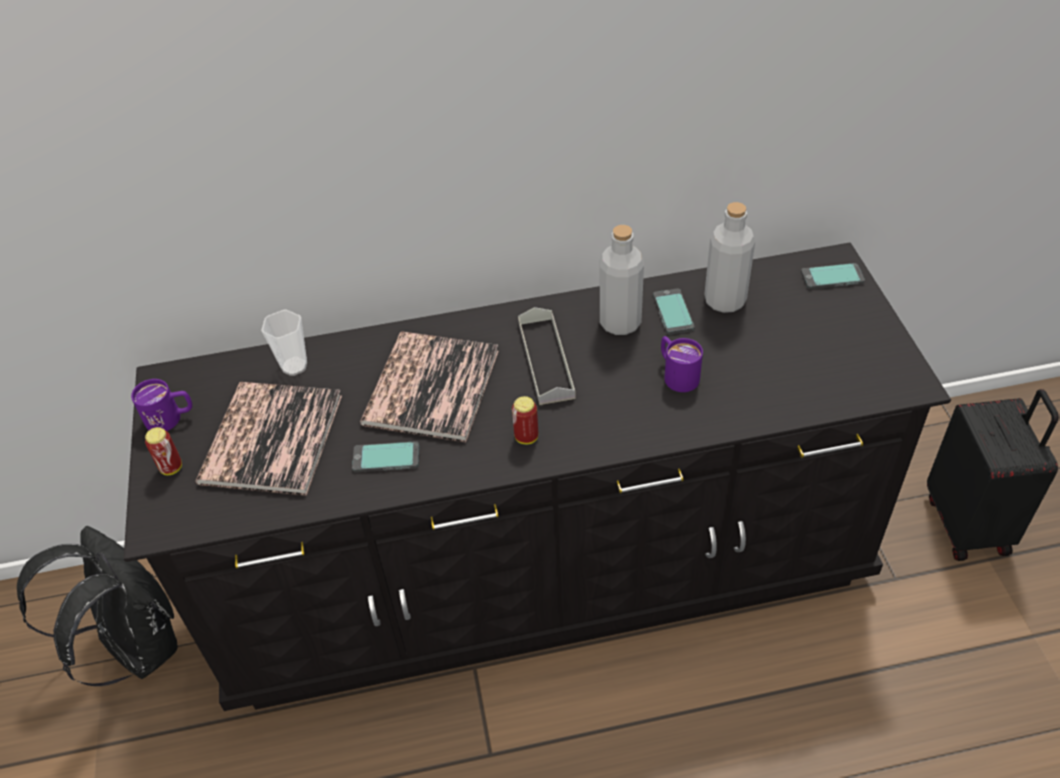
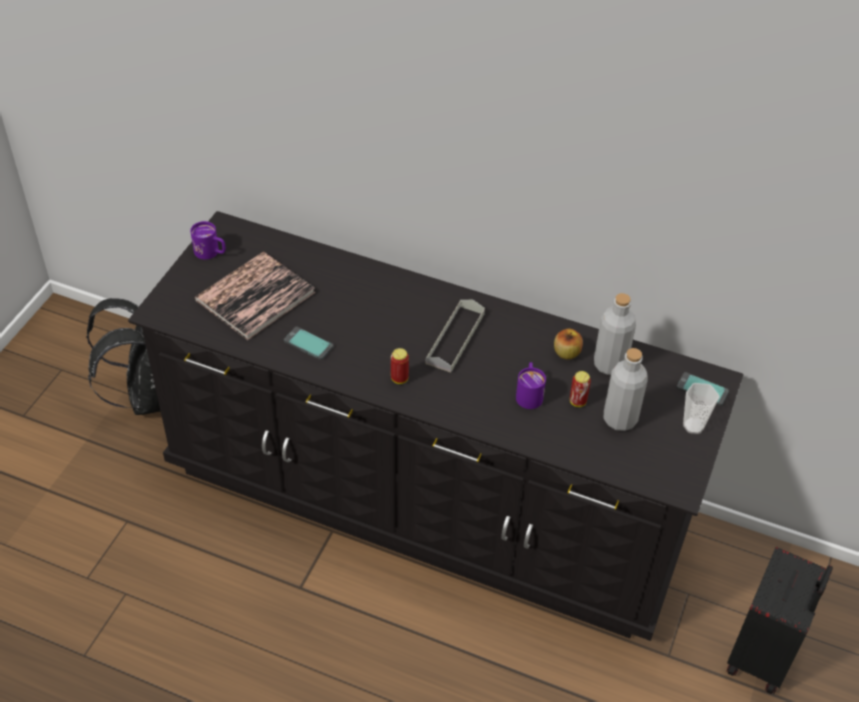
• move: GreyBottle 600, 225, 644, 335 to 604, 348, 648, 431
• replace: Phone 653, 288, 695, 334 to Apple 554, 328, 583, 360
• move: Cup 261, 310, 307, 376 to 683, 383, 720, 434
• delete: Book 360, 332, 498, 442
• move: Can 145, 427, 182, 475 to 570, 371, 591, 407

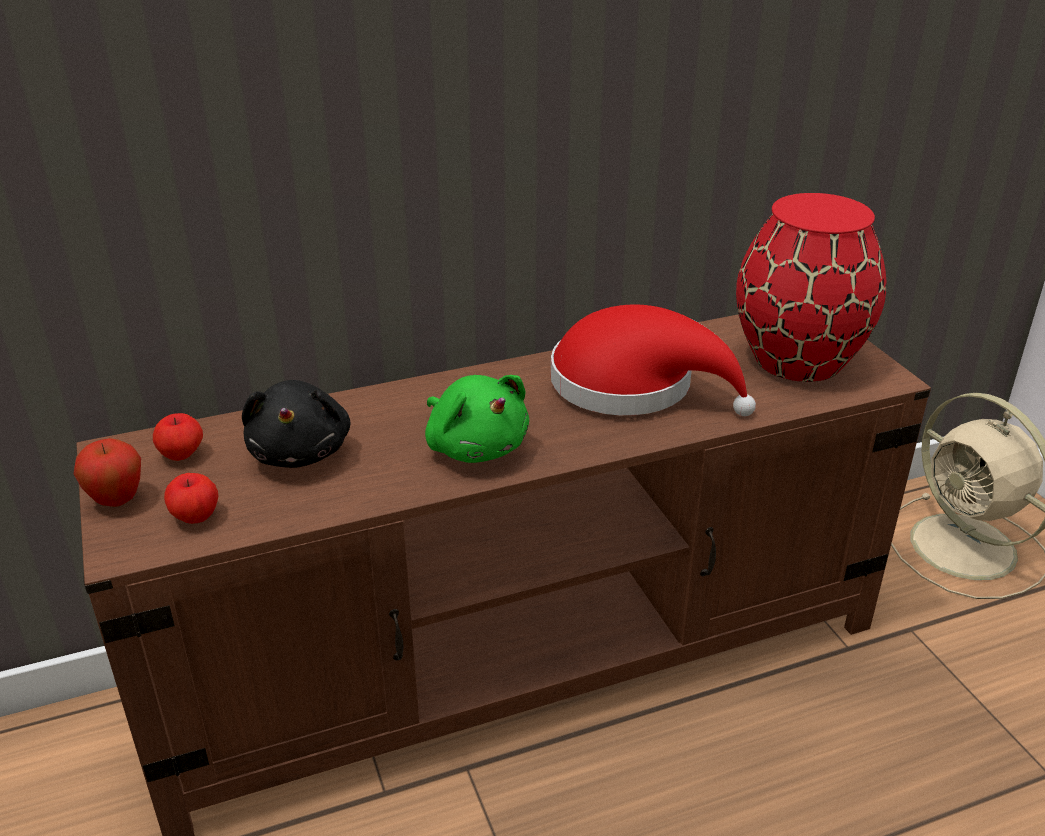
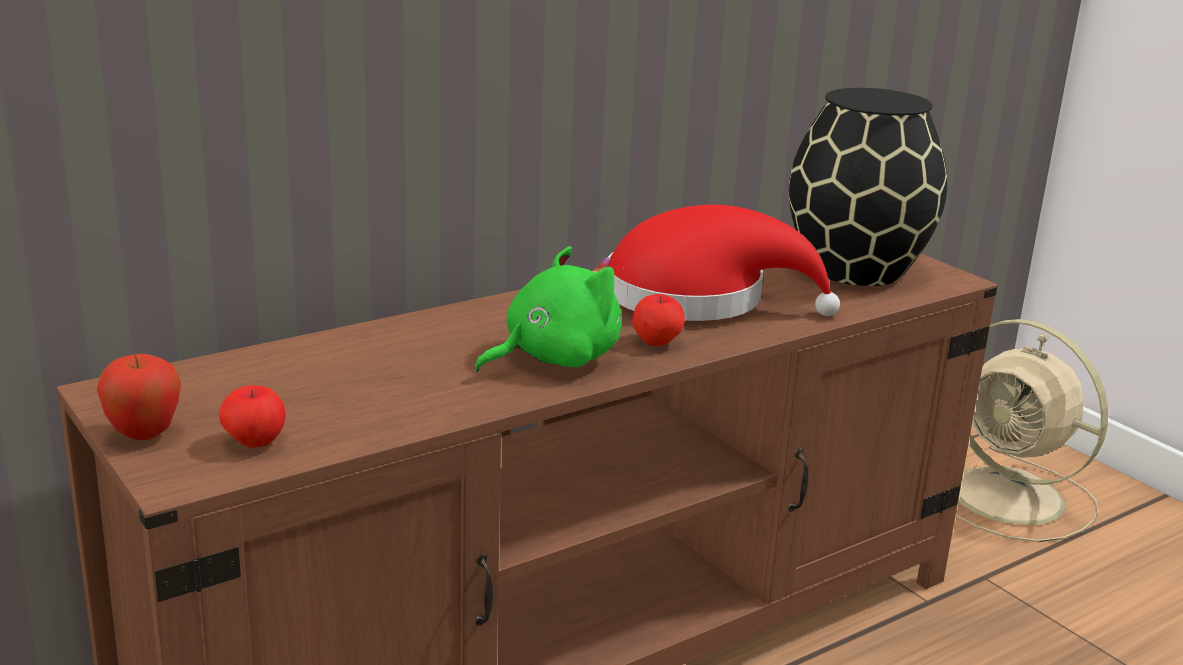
• recolor: RedVase 736, 193, 886, 382 to BlackVase 788, 88, 947, 286
• rotate: GreenPlushToy 425, 375, 529, 463 = 475, 246, 622, 372 75 degrees counterclockwise
• delete: BlackPlushToy 242, 380, 351, 468
• move: Apple 153, 413, 203, 461 to 632, 294, 685, 346

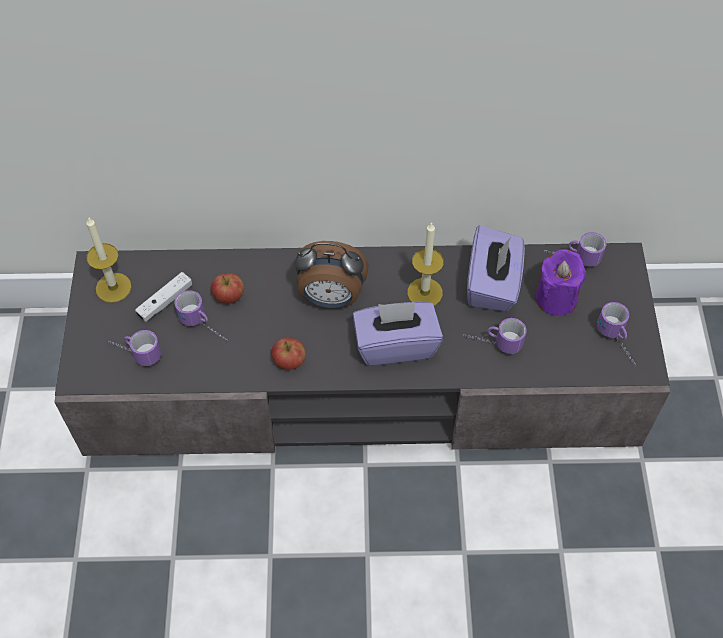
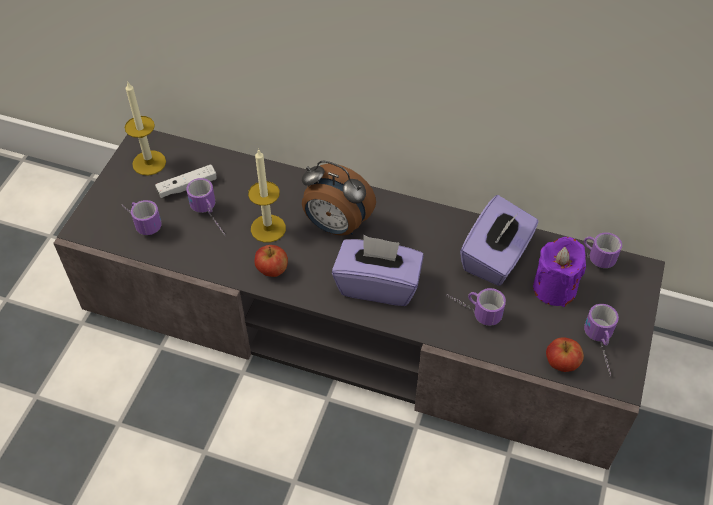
• move: Candle 407, 222, 444, 306 to 248, 148, 286, 243
• move: Apple 211, 273, 244, 303 to 546, 337, 584, 372

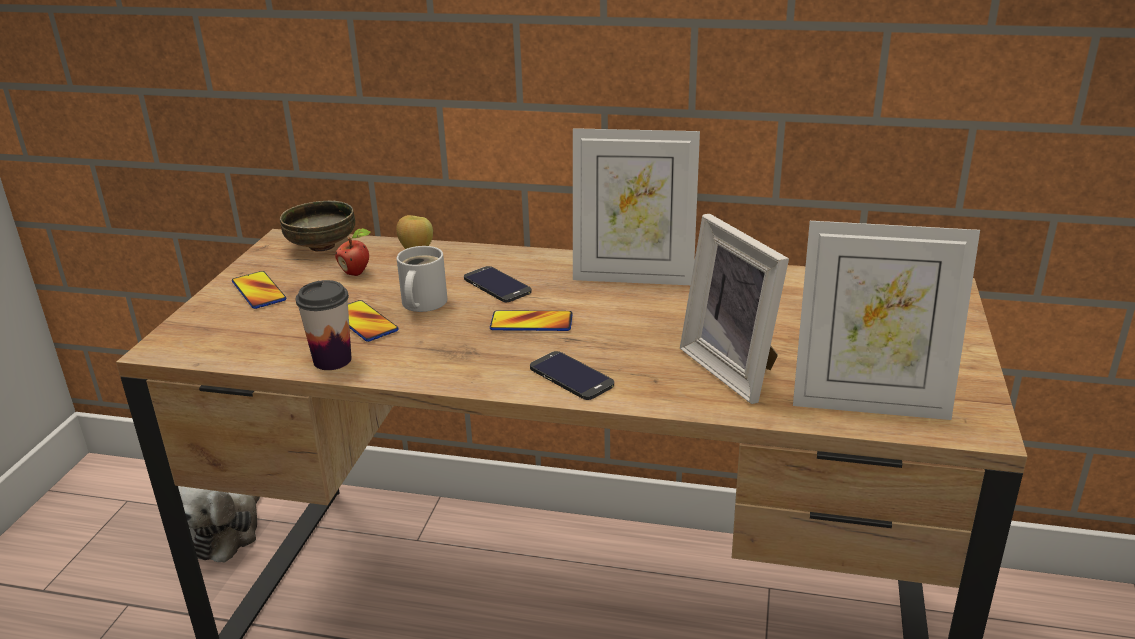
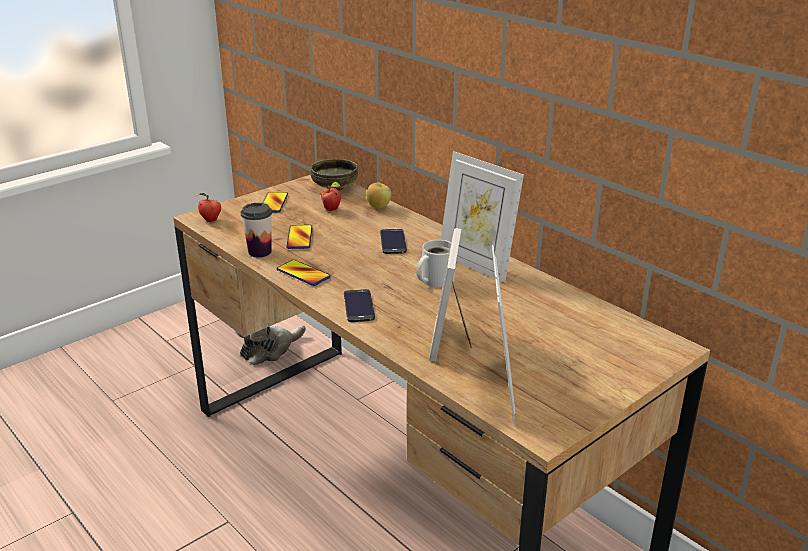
• rotate: PictureFrame 793, 221, 980, 420 = 492, 245, 515, 426 135 degrees counterclockwise
• move: WhiteMug 397, 246, 447, 312 to 416, 240, 455, 287
• move: Phone 490, 310, 573, 331 to 277, 260, 331, 286
• insert: Apple 196, 193, 221, 222

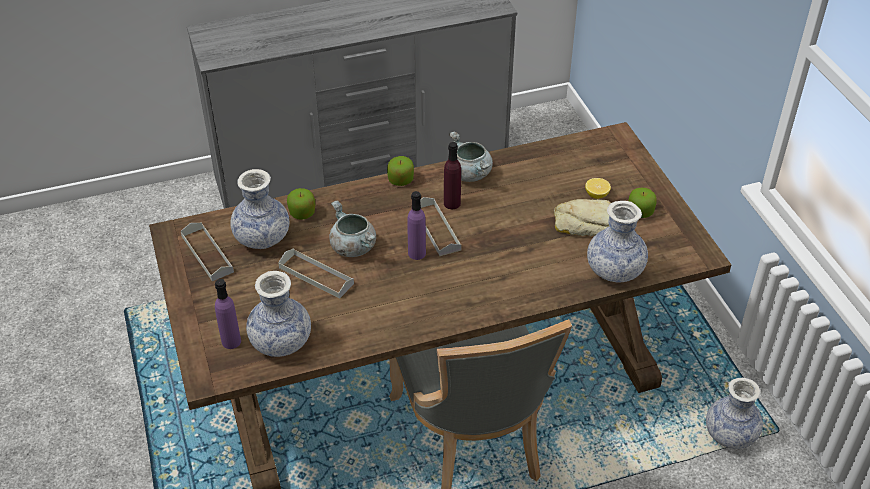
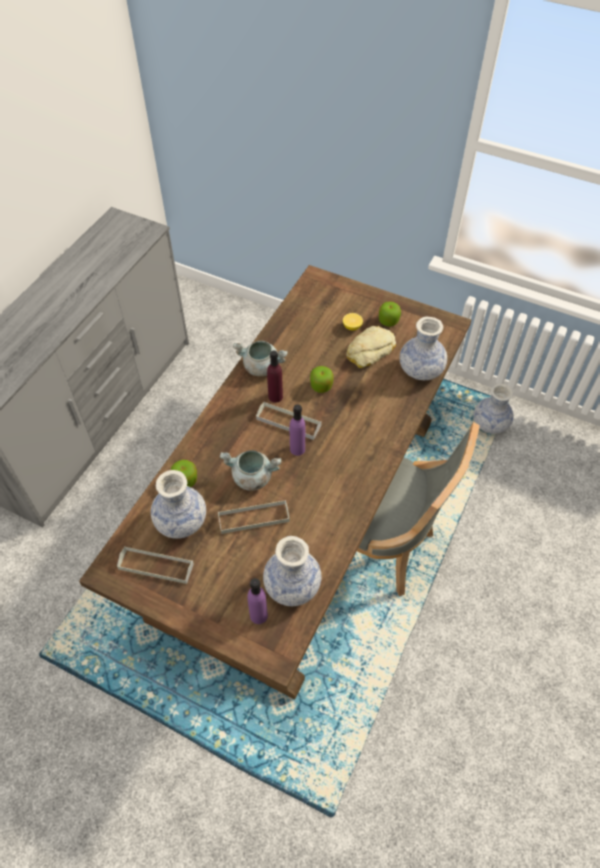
• move: Apple 387, 156, 414, 186 to 310, 366, 334, 393

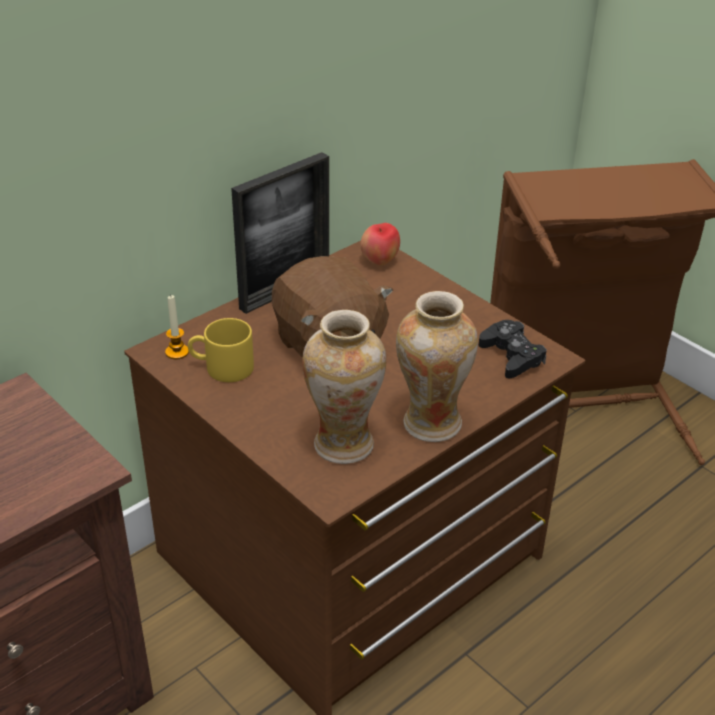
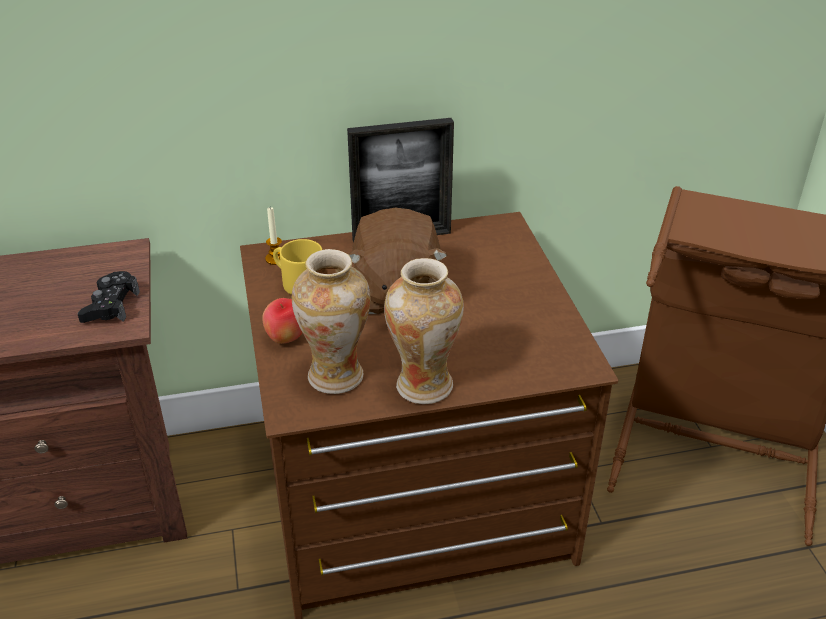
• move: Apple 360, 223, 400, 265 to 262, 298, 303, 344
• move: BlackGameController 479, 320, 547, 378 to 77, 271, 140, 323

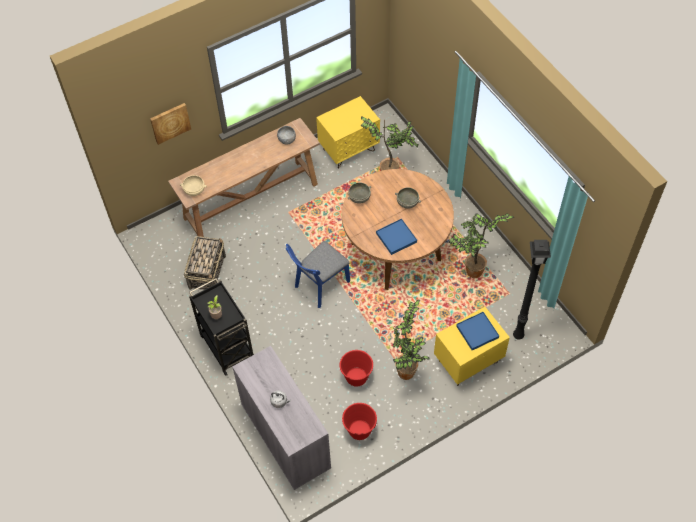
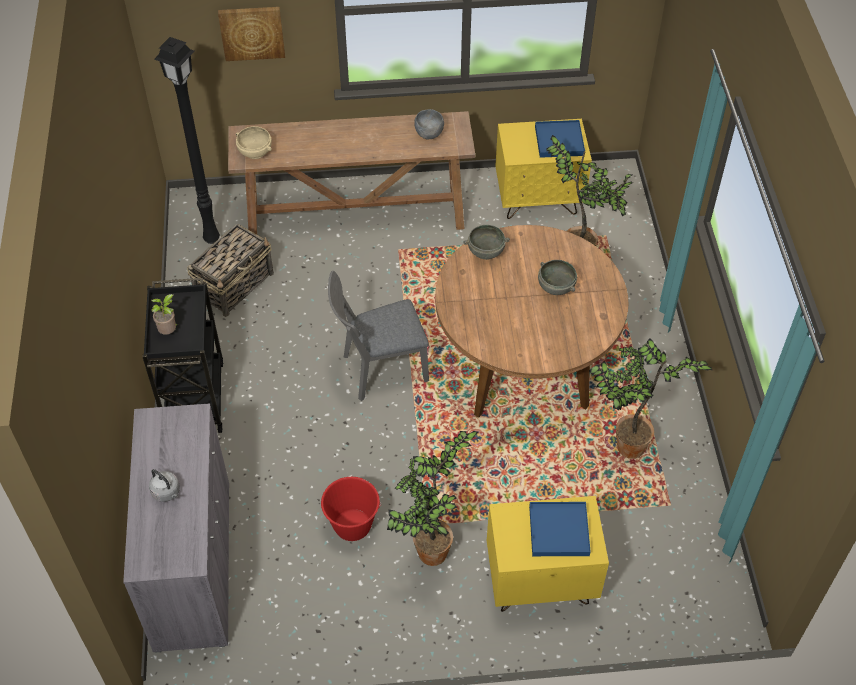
• move: BlueTray 376, 219, 417, 255 to 535, 120, 585, 158
• move: BlackFloorLamp 513, 240, 551, 340 to 154, 37, 220, 244
• recolor: BlueChair 286, 241, 350, 308 to GreyChair 328, 271, 429, 401
• delete: RedBucket 342, 403, 378, 440

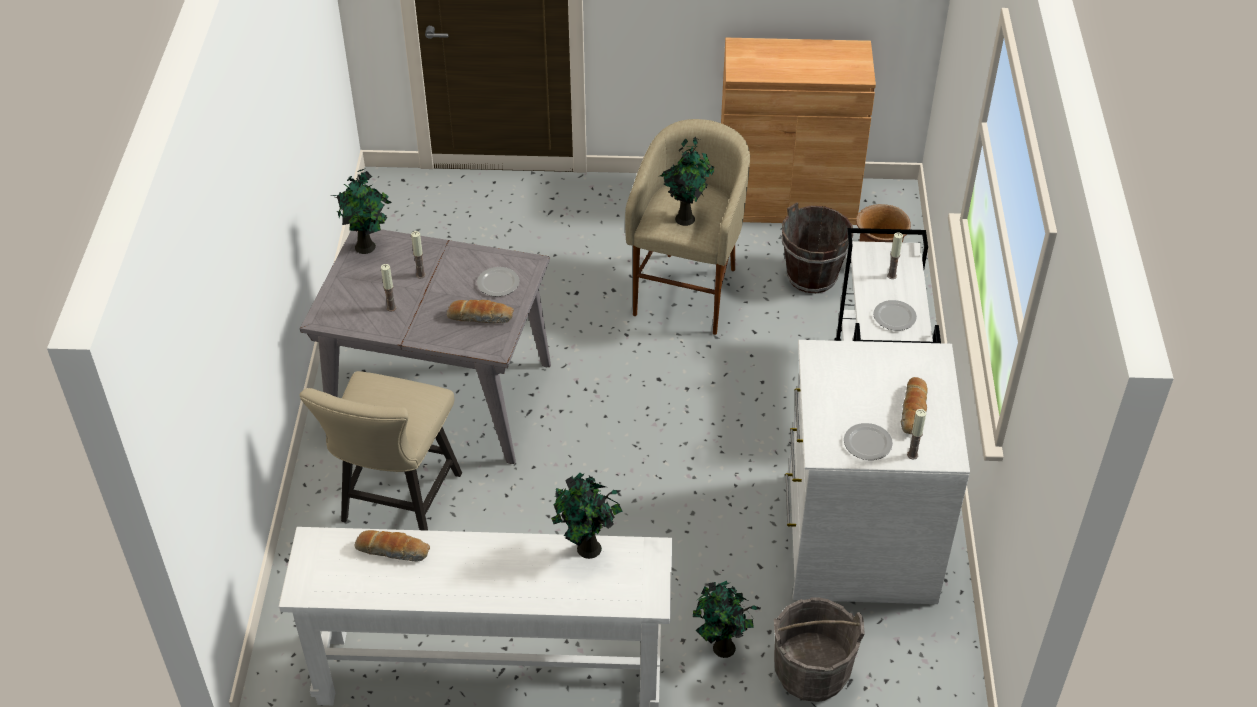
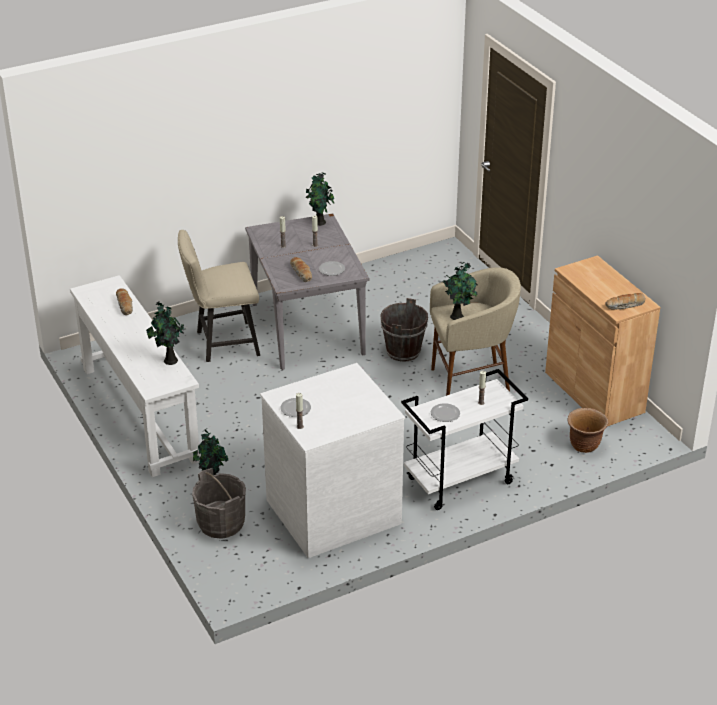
• move: BrownBucket 782, 202, 853, 293 to 380, 298, 428, 362
• move: Bread 900, 377, 927, 434 to 605, 293, 645, 310

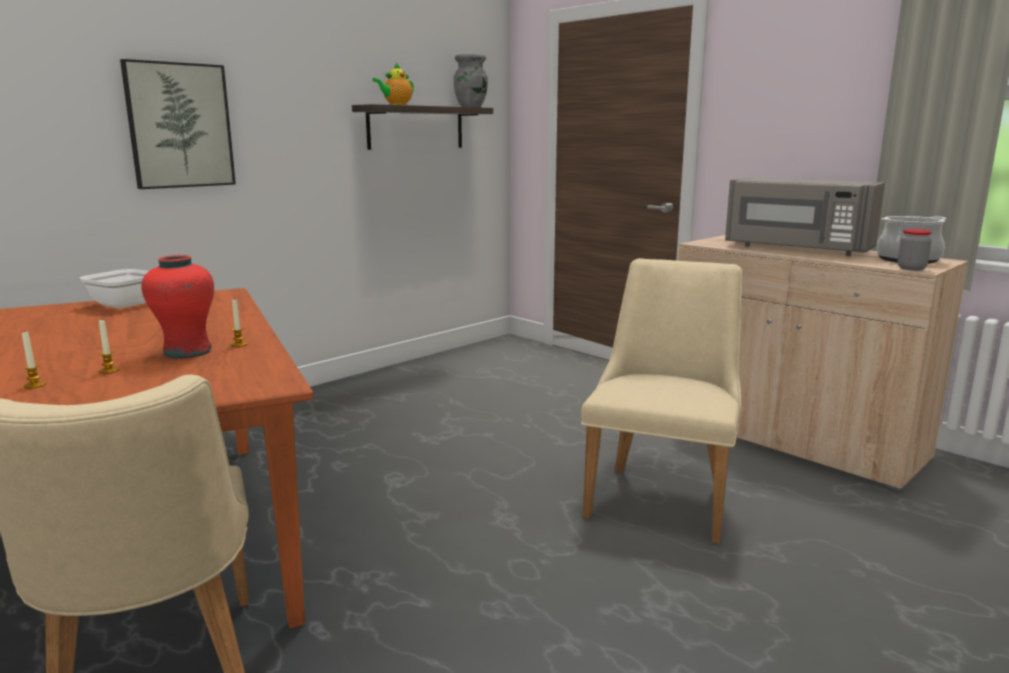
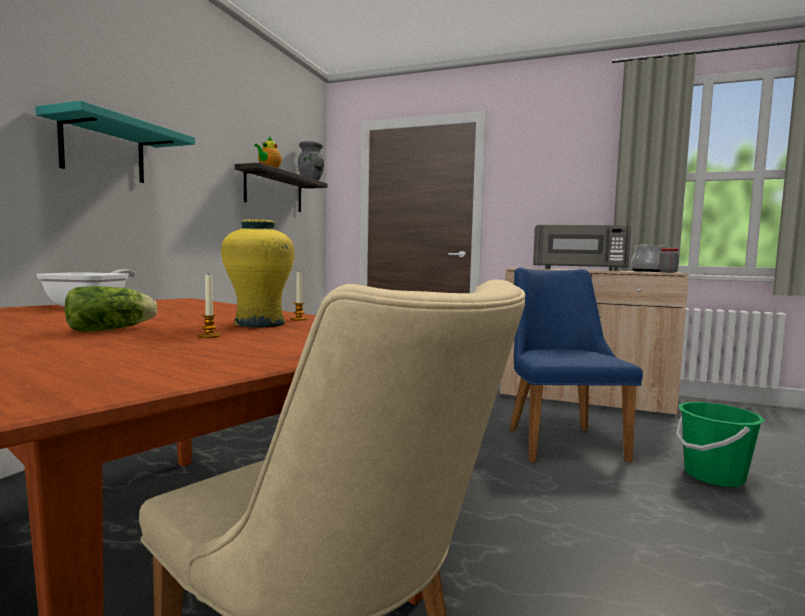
• replace: Picture 120, 59, 236, 189 to TurquoiseShelf 35, 100, 195, 183
• recolor: RedVase 141, 255, 214, 358 to YellowVase 221, 220, 295, 328
• recolor: BeigeChair 581, 258, 742, 544 to BlueChair 509, 268, 643, 462
• delete: Candle 22, 330, 46, 389
• insert: Lettuce 64, 286, 157, 332
• insert: GreenBucket 676, 402, 765, 487

